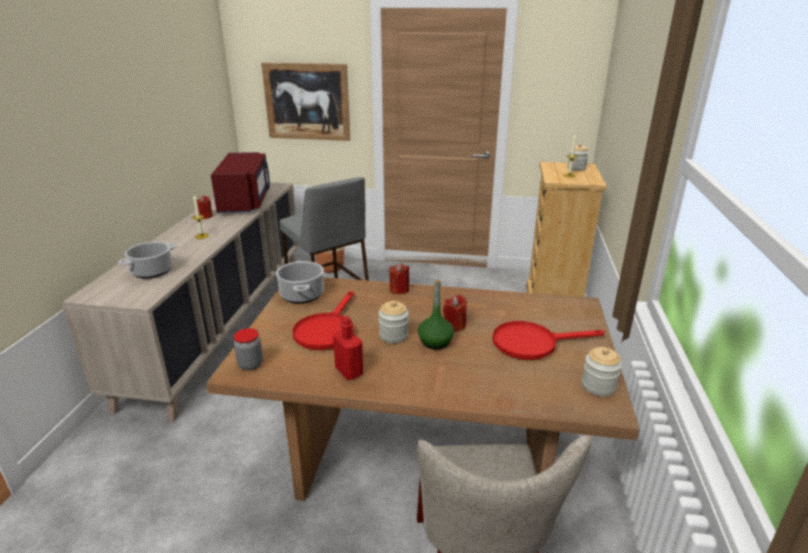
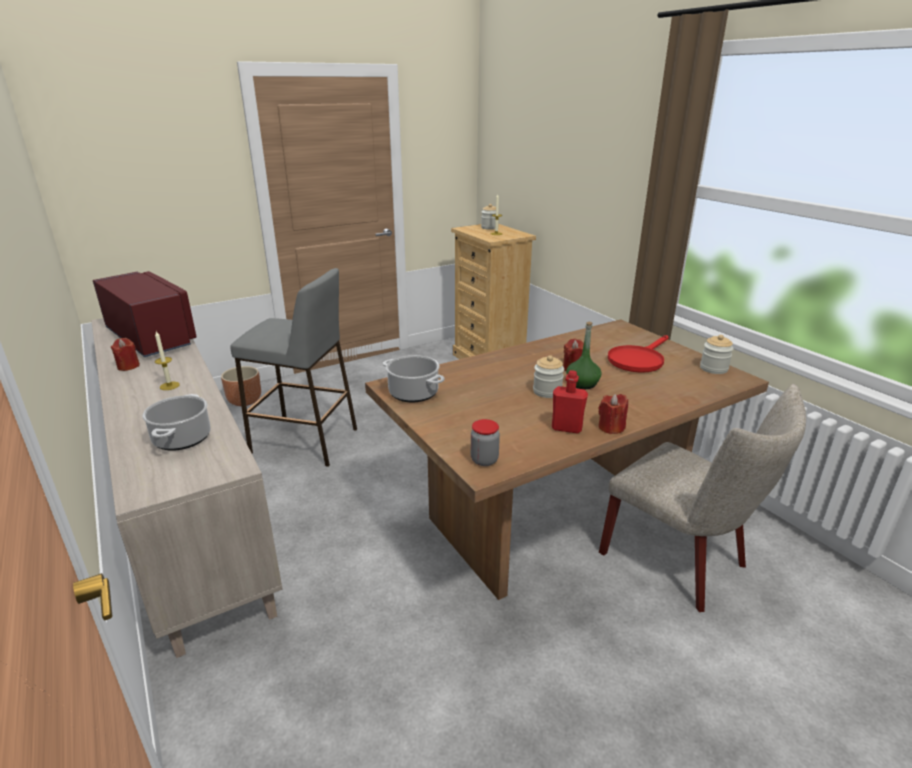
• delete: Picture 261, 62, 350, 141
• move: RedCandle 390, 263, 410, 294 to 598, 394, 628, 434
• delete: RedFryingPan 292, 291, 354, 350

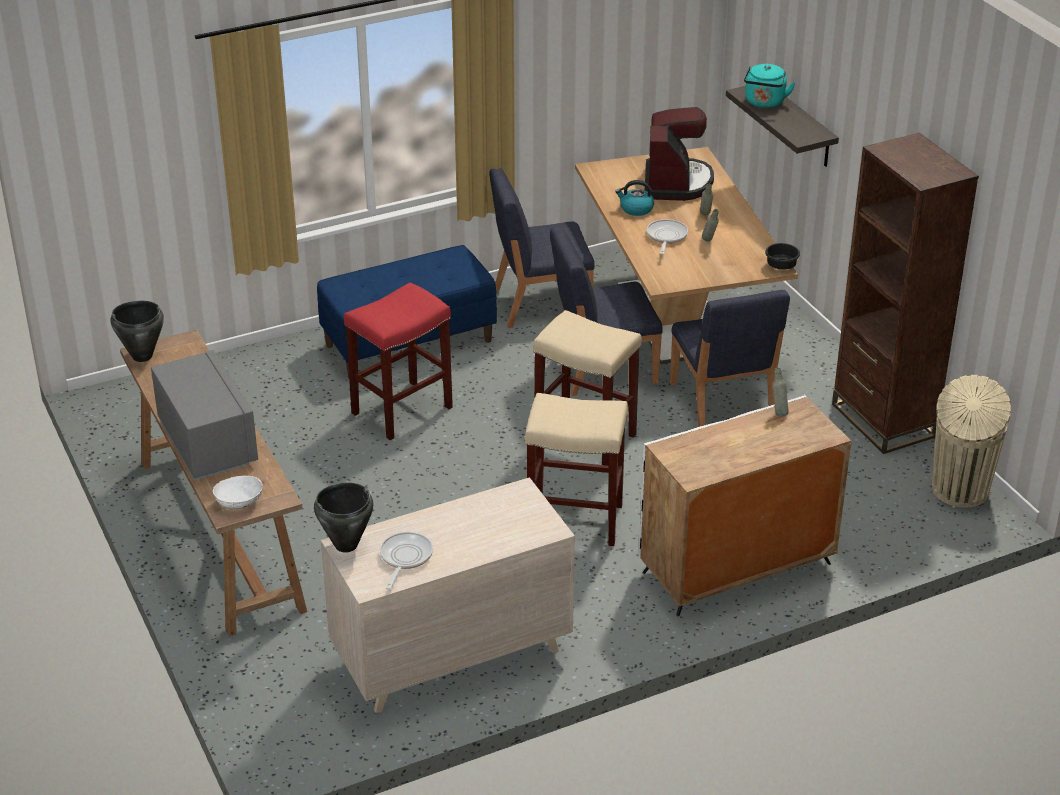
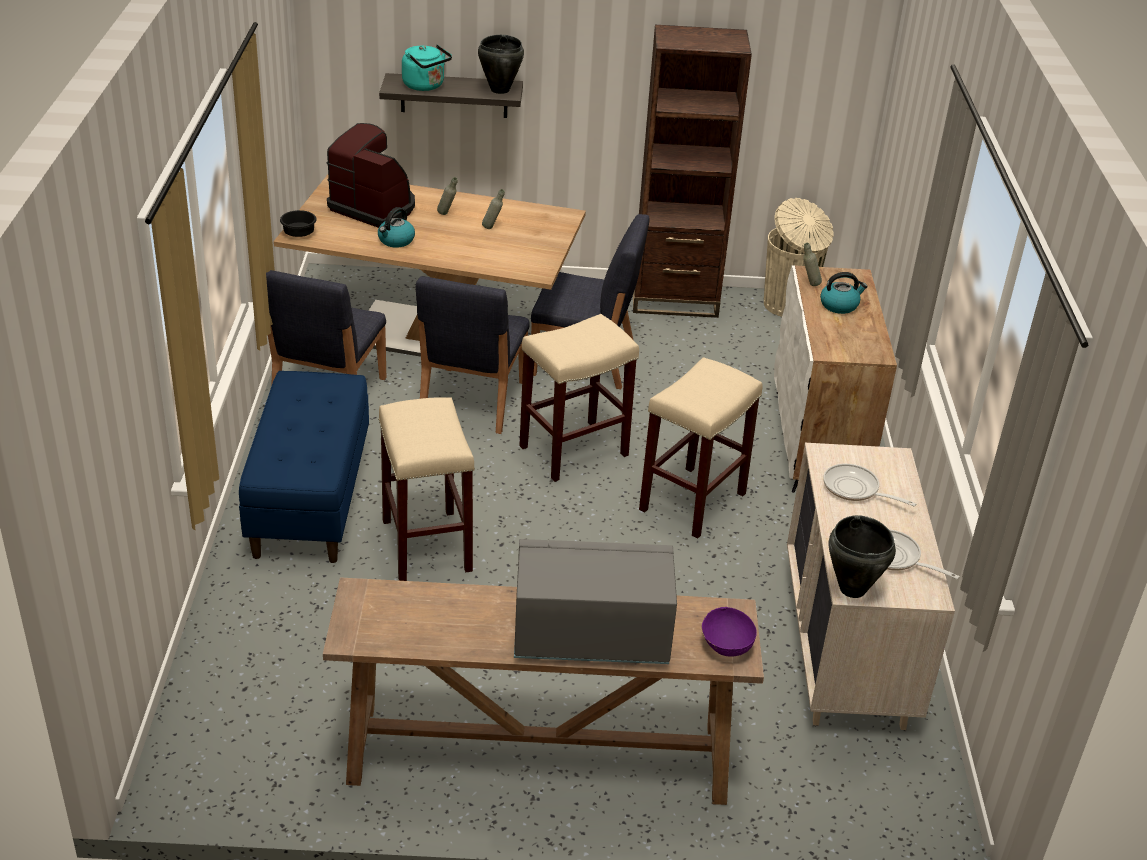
• move: FryingPan 647, 219, 688, 255 to 823, 464, 916, 507
• move: BlackBowl 765, 243, 800, 270 to 280, 210, 317, 237
• recolor: RedStool 344, 282, 453, 440 to BeigeStool 378, 397, 475, 581
• move: BlackCookingPot 111, 301, 164, 362 to 478, 35, 524, 94
• recolor: WhiteBowl 213, 476, 263, 510 to PurpleBowl 702, 607, 757, 657
• insert: Kettle 820, 272, 868, 314

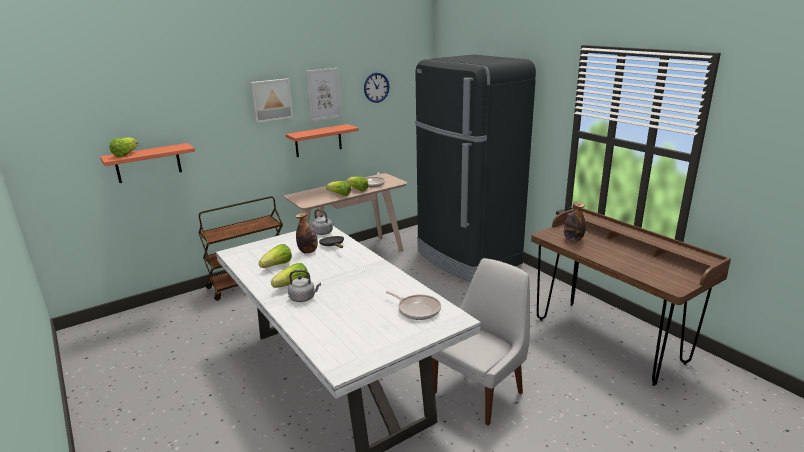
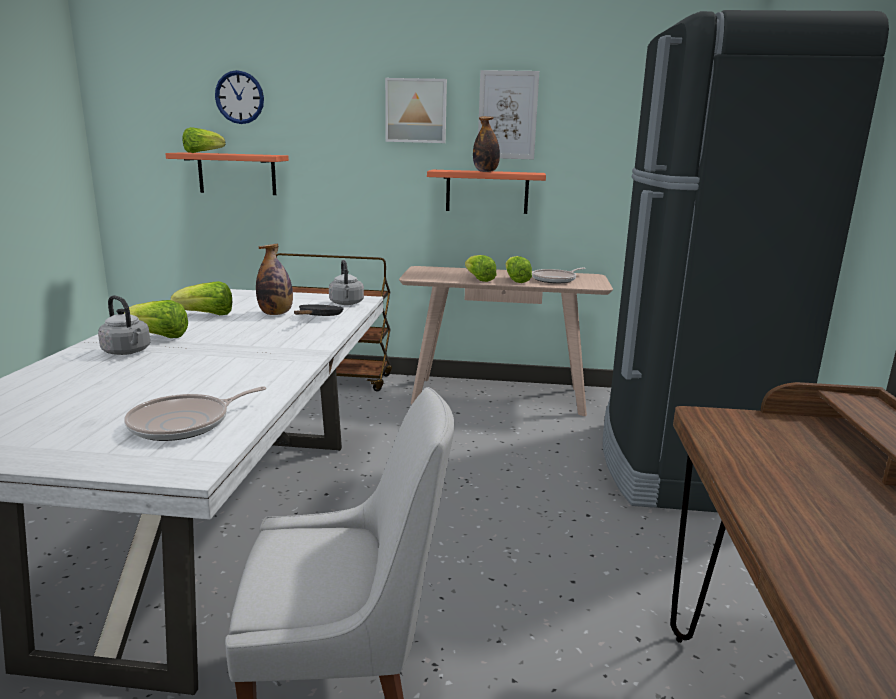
• move: WallClock 364, 73, 389, 103 to 215, 70, 264, 124
• move: Bottle 564, 202, 586, 242 to 473, 116, 500, 172
• rotate: FryingPan 385, 291, 441, 320 = 124, 386, 266, 441 60 degrees clockwise

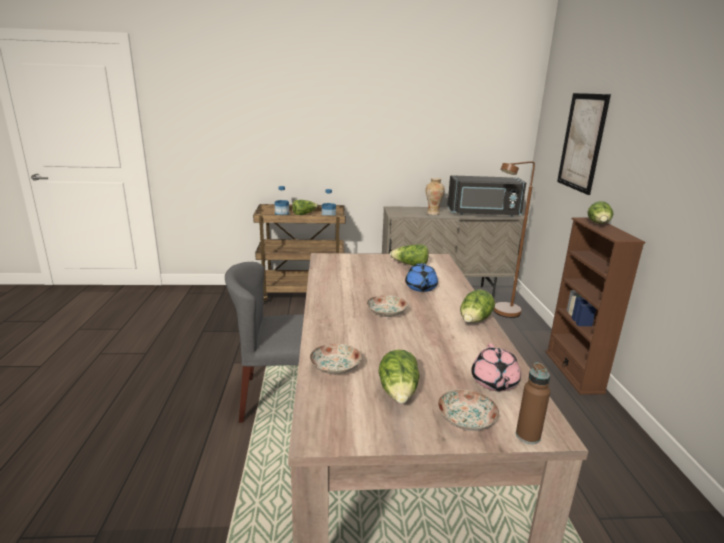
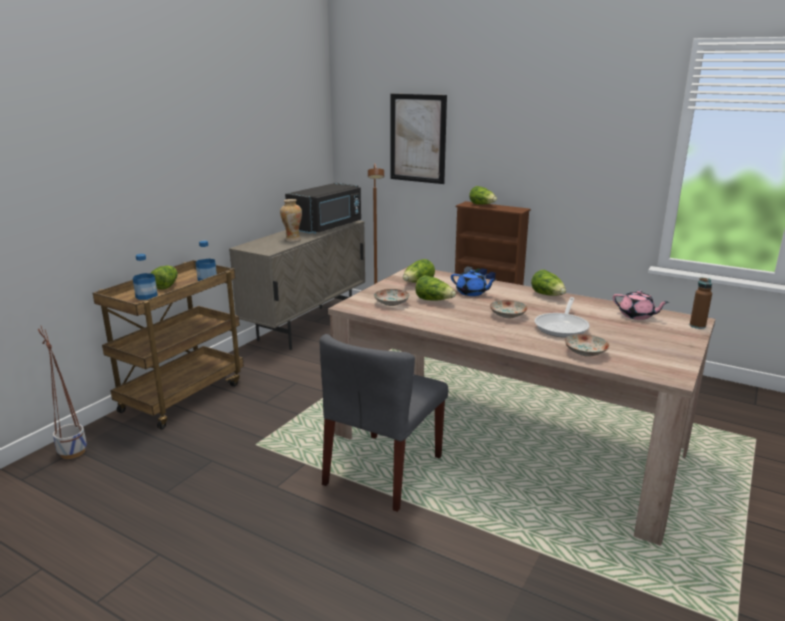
• move: Lettuce 379, 350, 420, 404 to 415, 275, 456, 300
• move: Plate 438, 389, 499, 431 to 374, 289, 410, 306
• insert: FryingPan 534, 297, 590, 338
• insert: Planter 38, 325, 87, 459

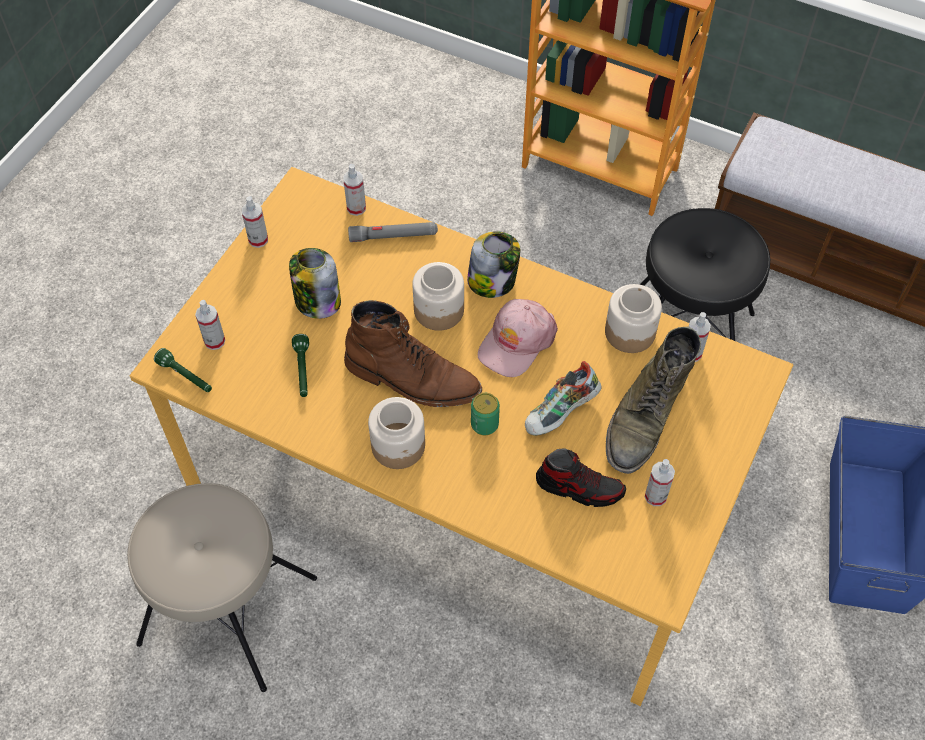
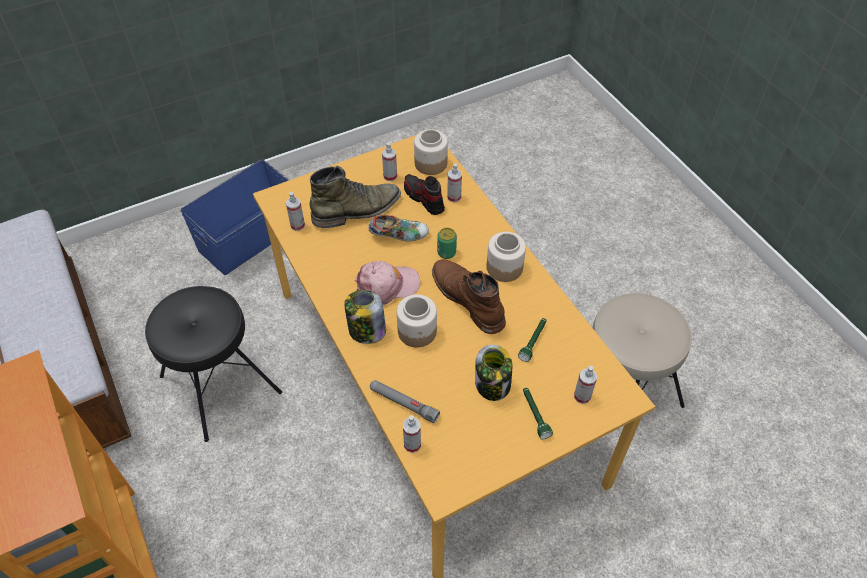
• move: SprayBottle 242, 196, 268, 248 to 447, 163, 462, 203
• move: Jar 605, 284, 662, 353 to 414, 129, 448, 175
• move: GreenFlashlight 154, 348, 212, 392 to 523, 388, 553, 439

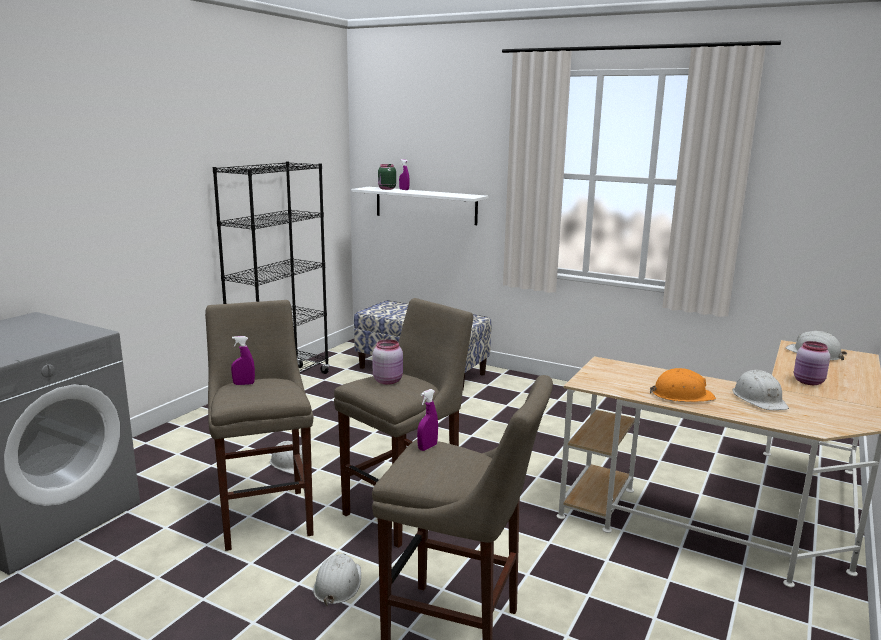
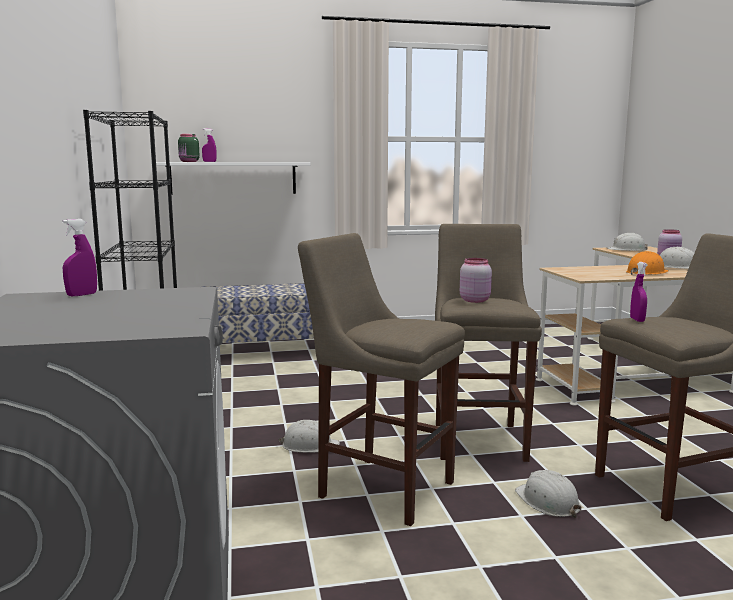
• move: PurpleSprayBottle 231, 336, 255, 385 to 62, 219, 97, 296

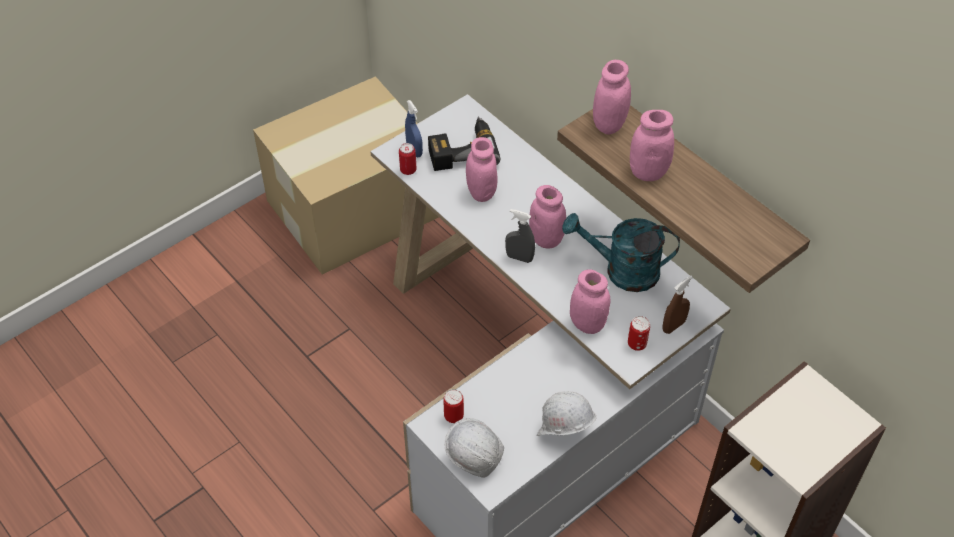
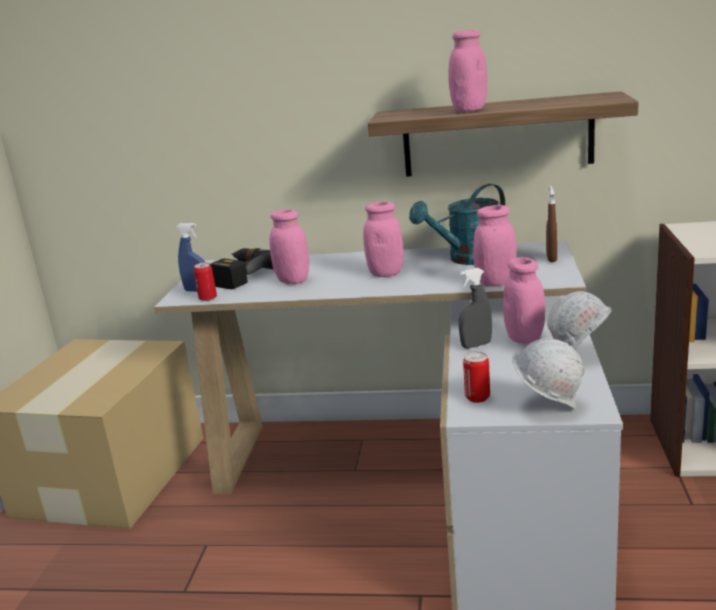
• move: PinkJar 593, 60, 631, 135 to 503, 257, 545, 344
• move: GreySprayBottle 505, 209, 535, 263 to 459, 268, 492, 349
• delete: Can 628, 316, 650, 351

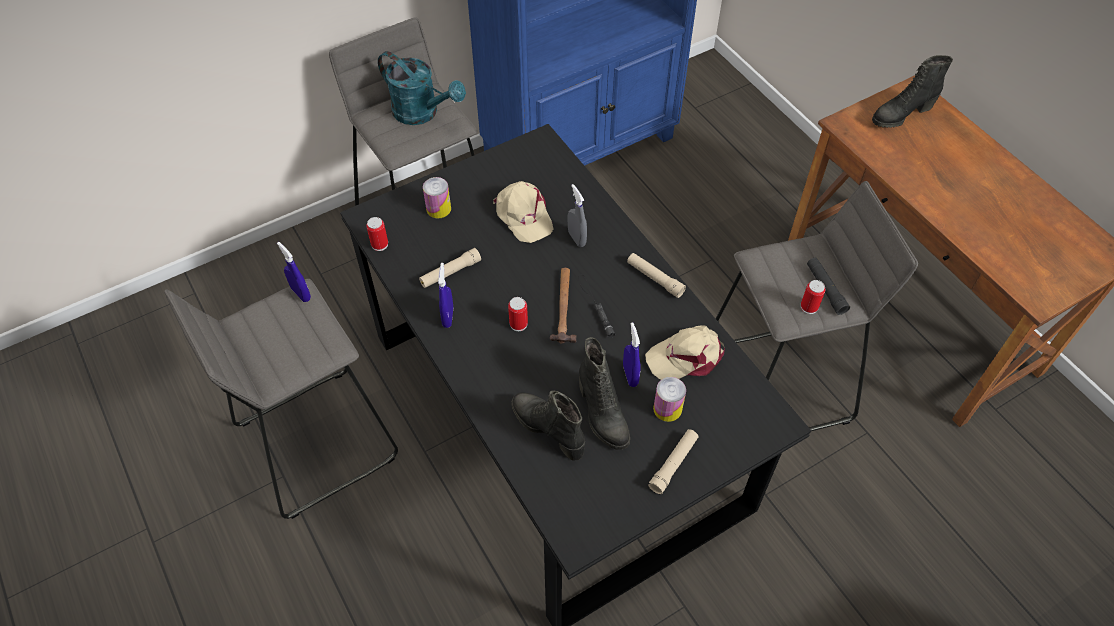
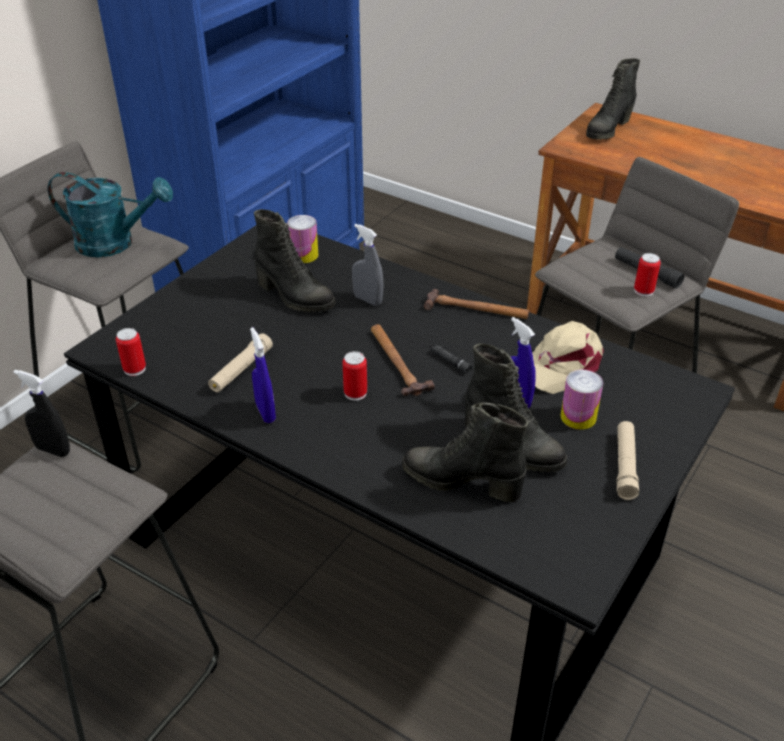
• move: Can 423, 177, 451, 218 to 287, 215, 318, 263
• replace: BeigeCap 493, 181, 553, 243 to BlackBoot 254, 209, 335, 312
• recolor: BlueSprayBottle 277, 242, 311, 302 to BlackSprayBottle 14, 370, 70, 457
• replace: BeigeFlashlight 627, 253, 686, 298 to Hammer 424, 289, 529, 319

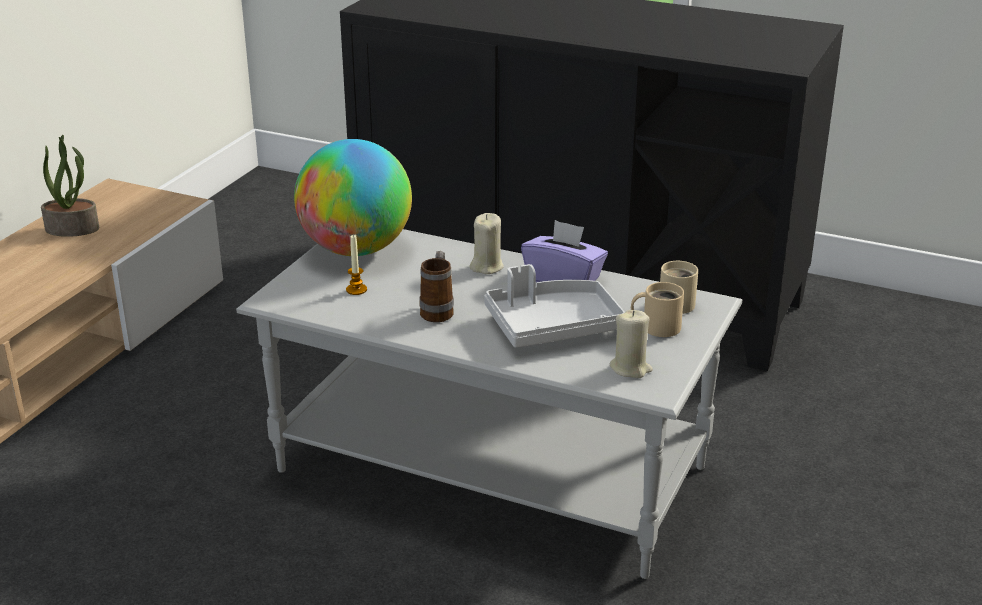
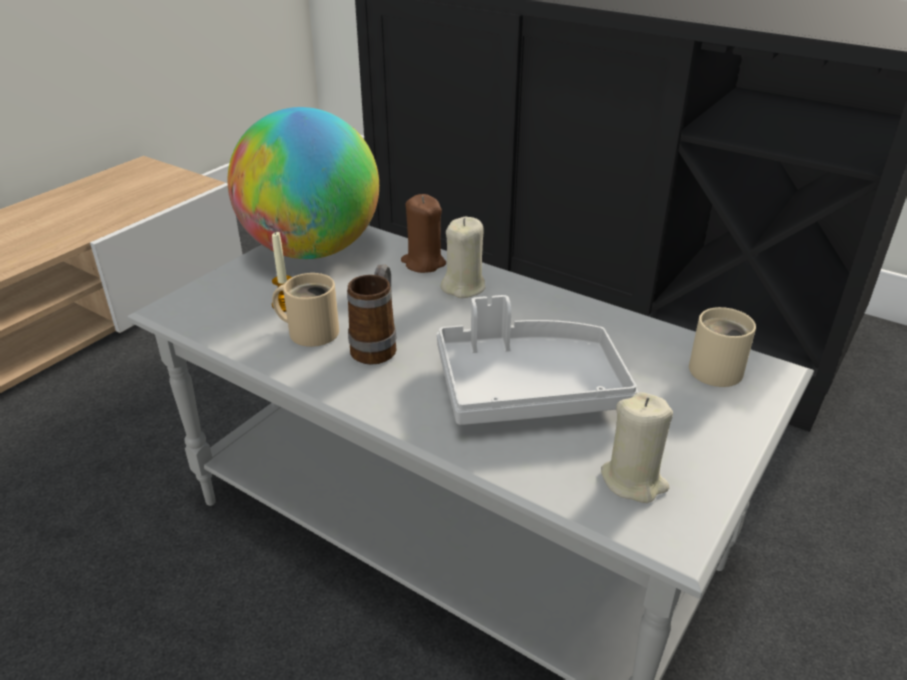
• delete: PottedPlant 41, 135, 99, 237
• delete: PurpleTissueBox 521, 220, 608, 282
• move: BeigeMug 631, 282, 684, 337 to 272, 273, 339, 347
• insert: BrownCandle 401, 194, 446, 273

